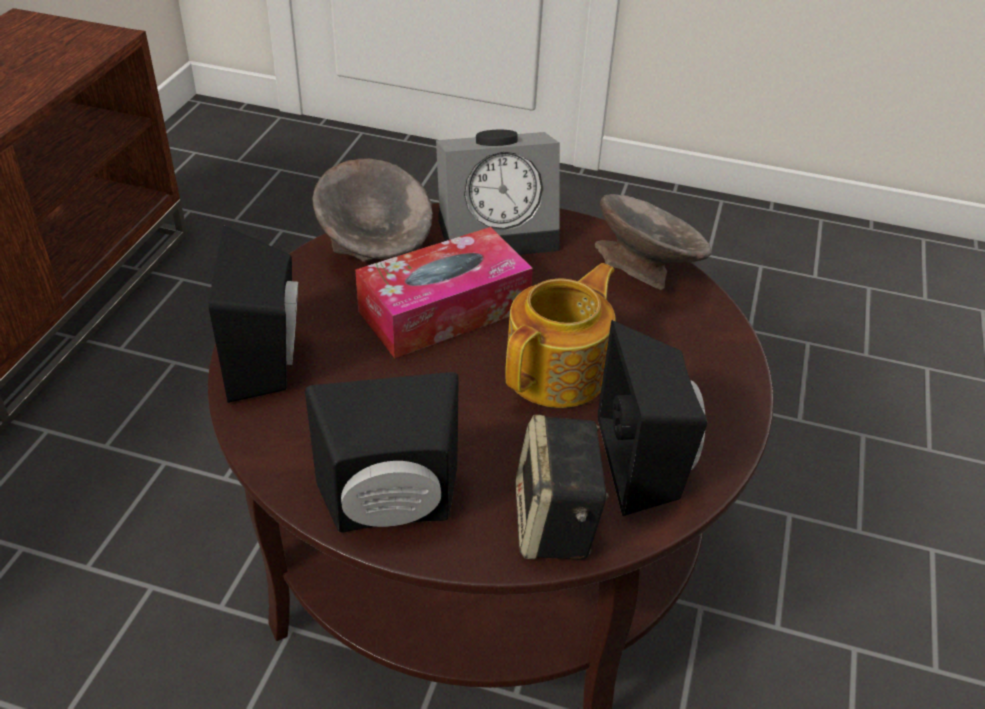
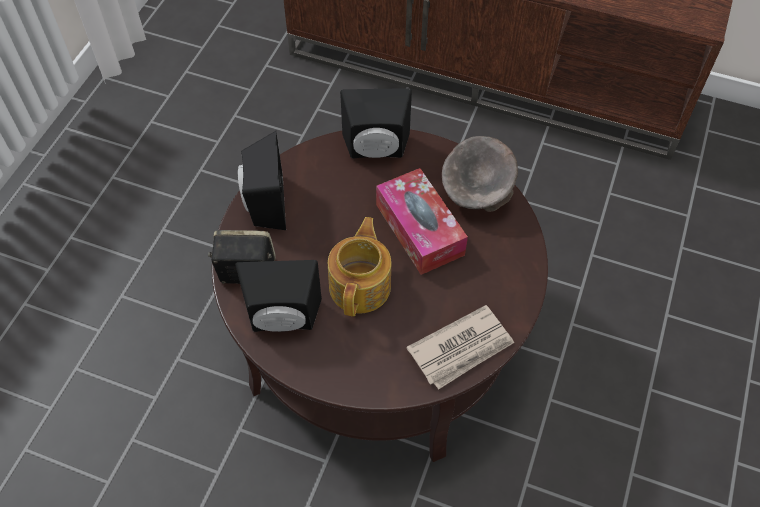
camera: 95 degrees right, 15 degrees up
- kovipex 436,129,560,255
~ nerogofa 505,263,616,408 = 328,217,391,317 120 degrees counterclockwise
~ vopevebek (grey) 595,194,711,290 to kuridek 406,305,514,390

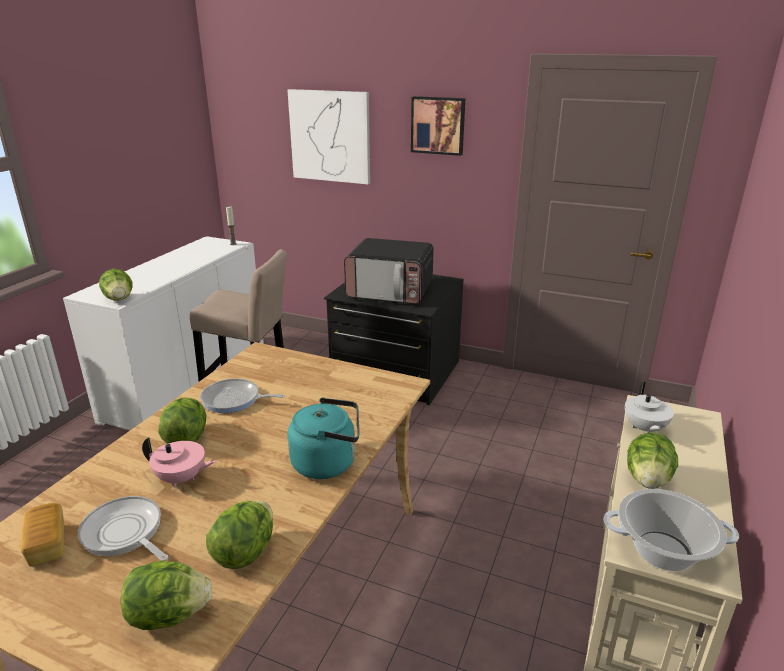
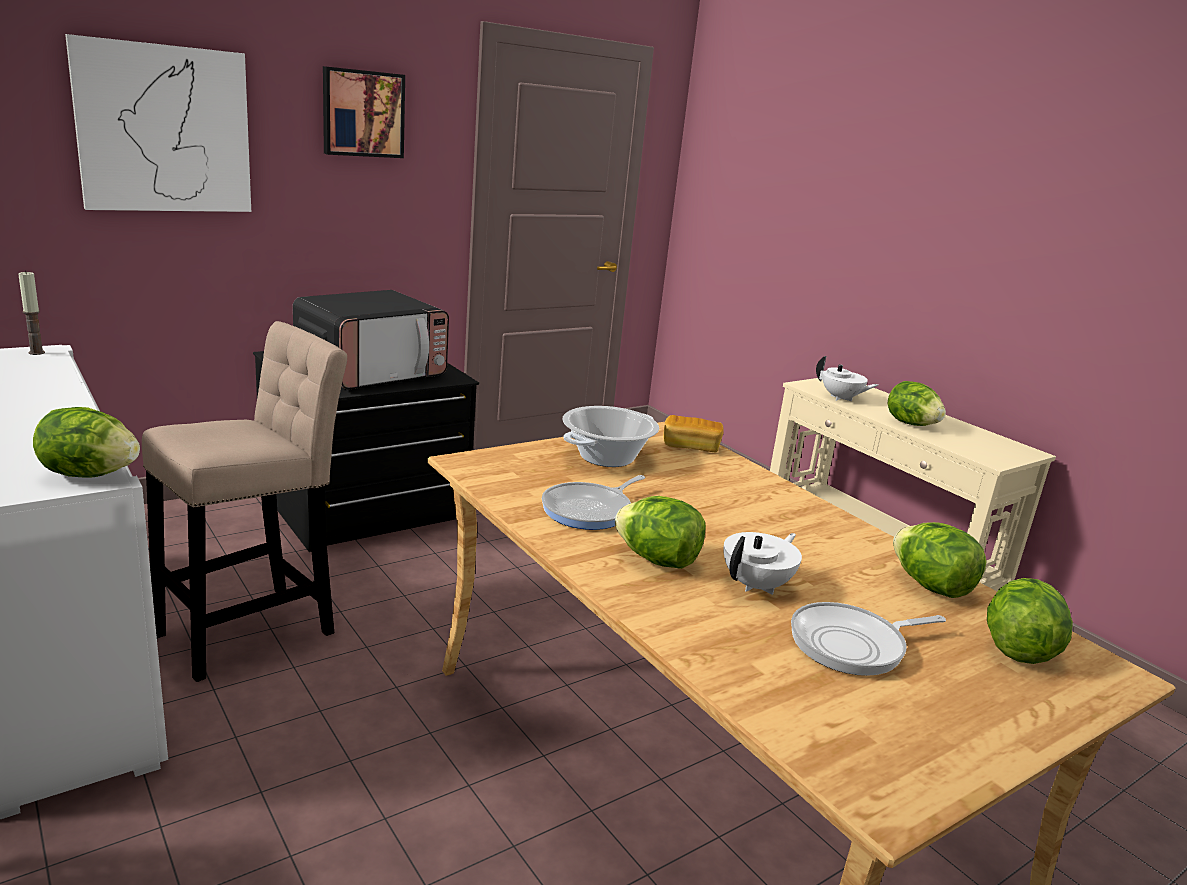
camera: 60 degrees left, 5 degrees down
~ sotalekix 20,503,64,567 to 664,415,724,452
~ nerogofa (pink) 142,437,216,487 to nerogofa (white) 723,532,802,595
- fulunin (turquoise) 288,398,360,479
~ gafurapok 604,489,739,571 to 562,406,659,467

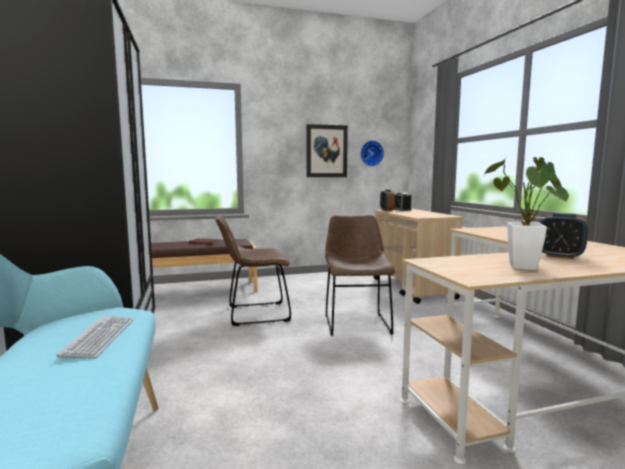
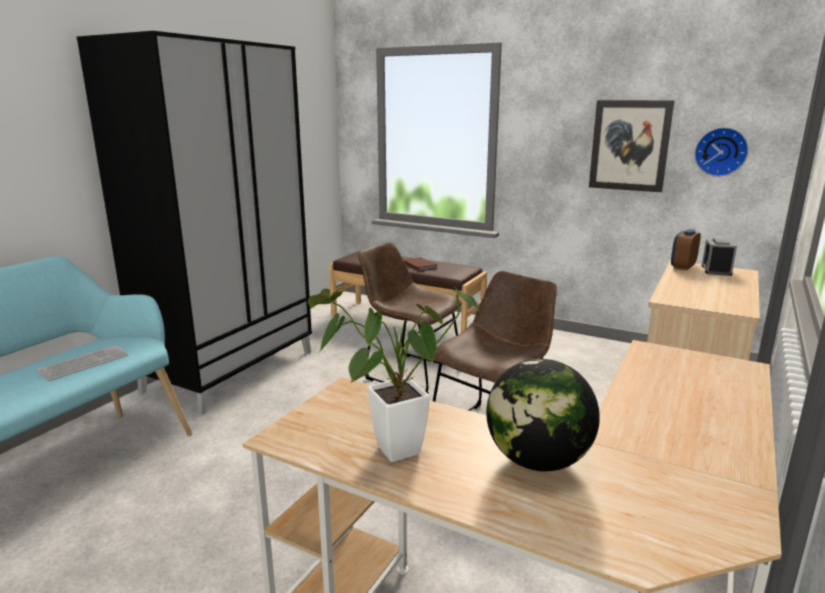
camera: 45 degrees right, 10 degrees up
~ kovipex 540,213,588,259 to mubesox 486,359,600,471

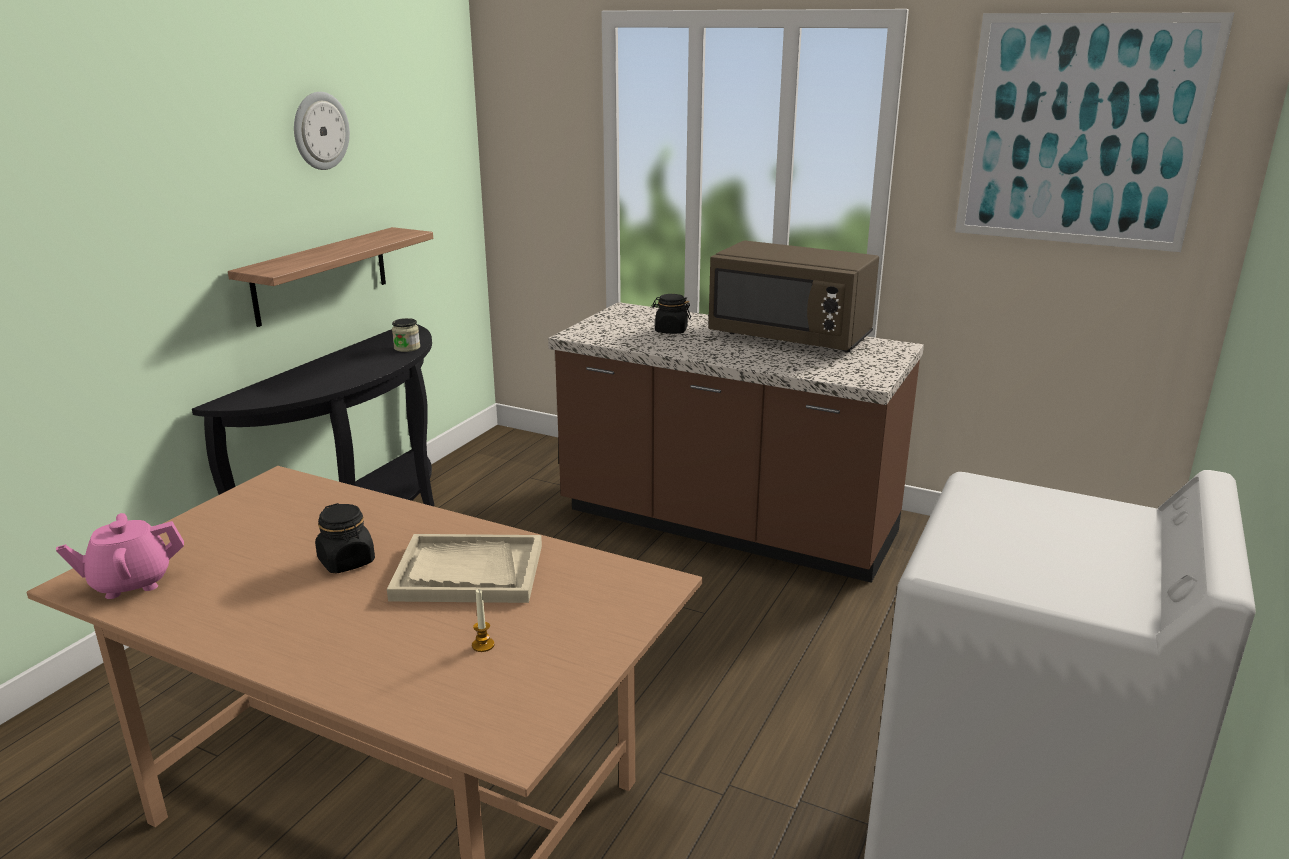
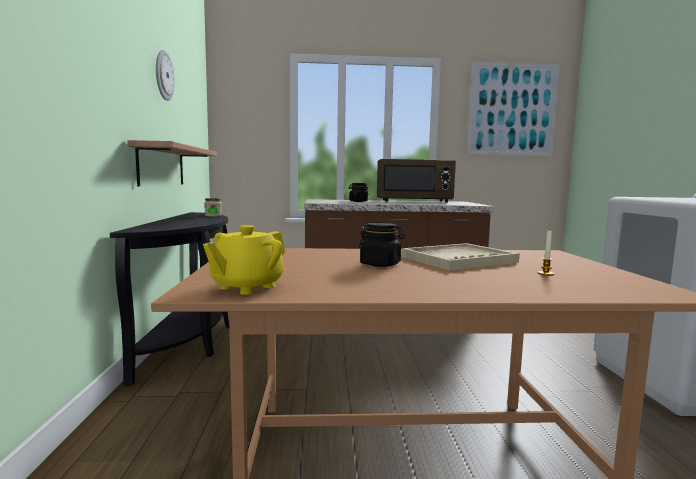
camera: 30 degrees left, 15 degrees down
~ nerogofa (pink) 56,513,184,599 to nerogofa (yellow) 203,225,285,295

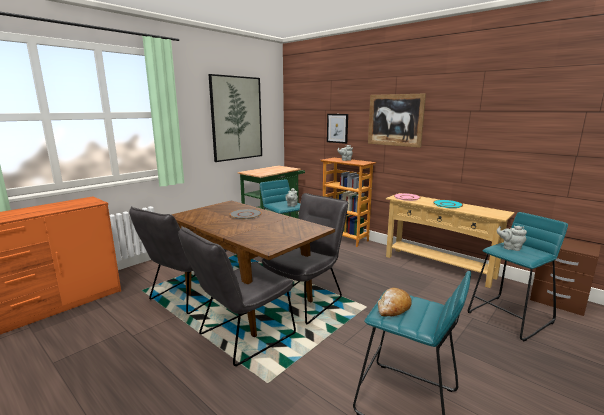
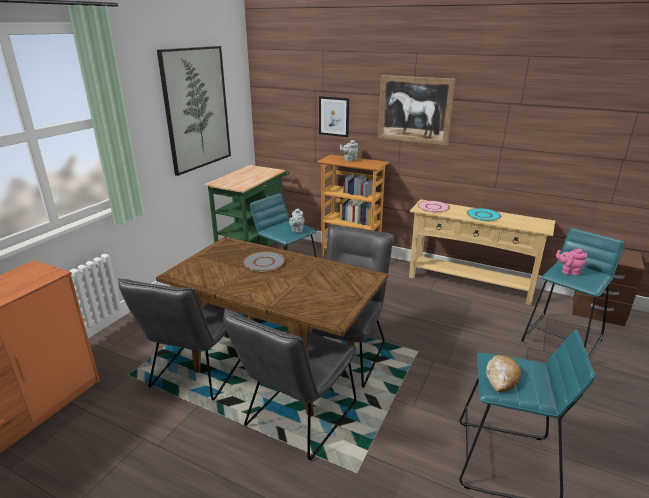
camera: 15 degrees left, 10 degrees up
~ nerogofa (grey) 497,226,527,251 to nerogofa (pink) 556,249,587,276

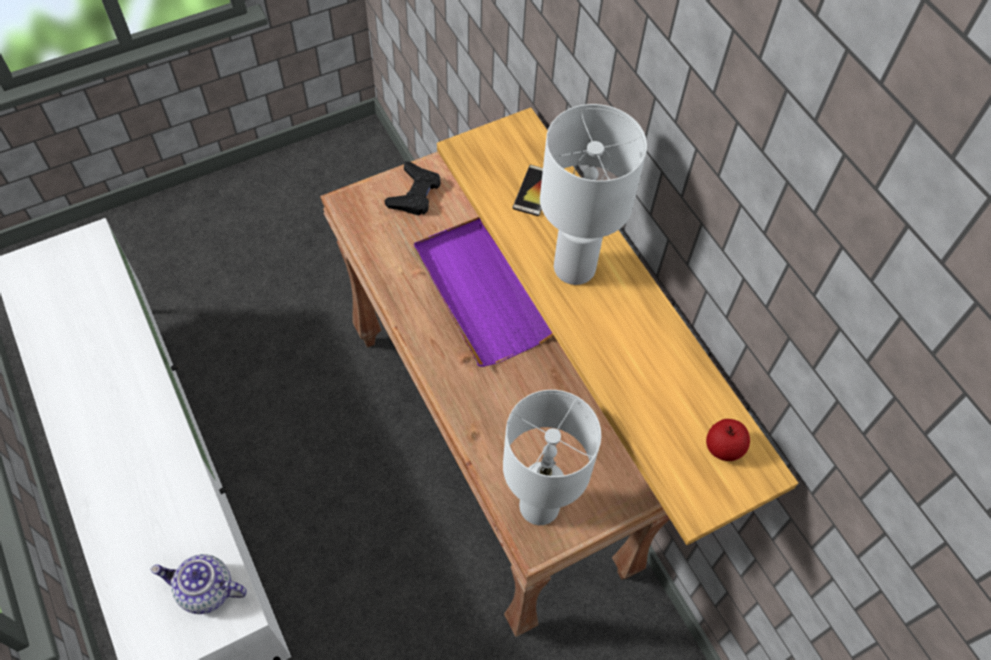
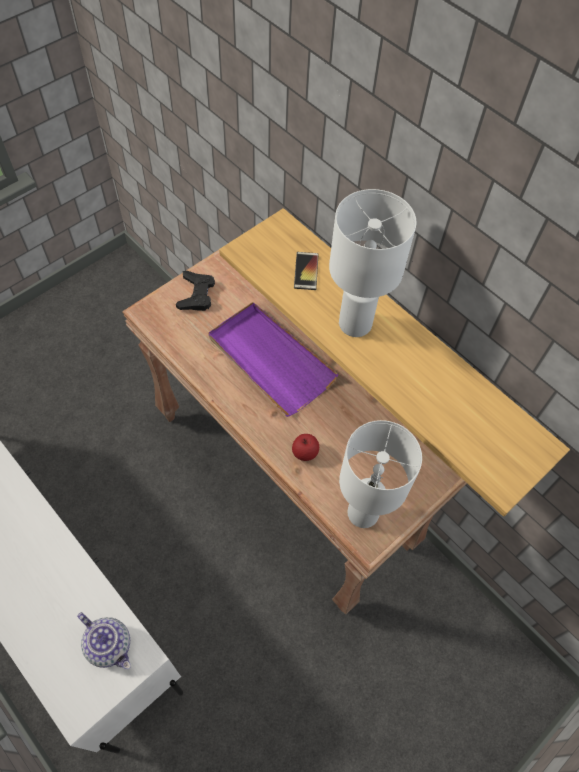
camera: 15 degrees left, 0 degrees up
~ nerogofa 150,554,247,614 = 77,612,131,669 135 degrees counterclockwise
~ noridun 706,419,750,461 to 292,434,319,461

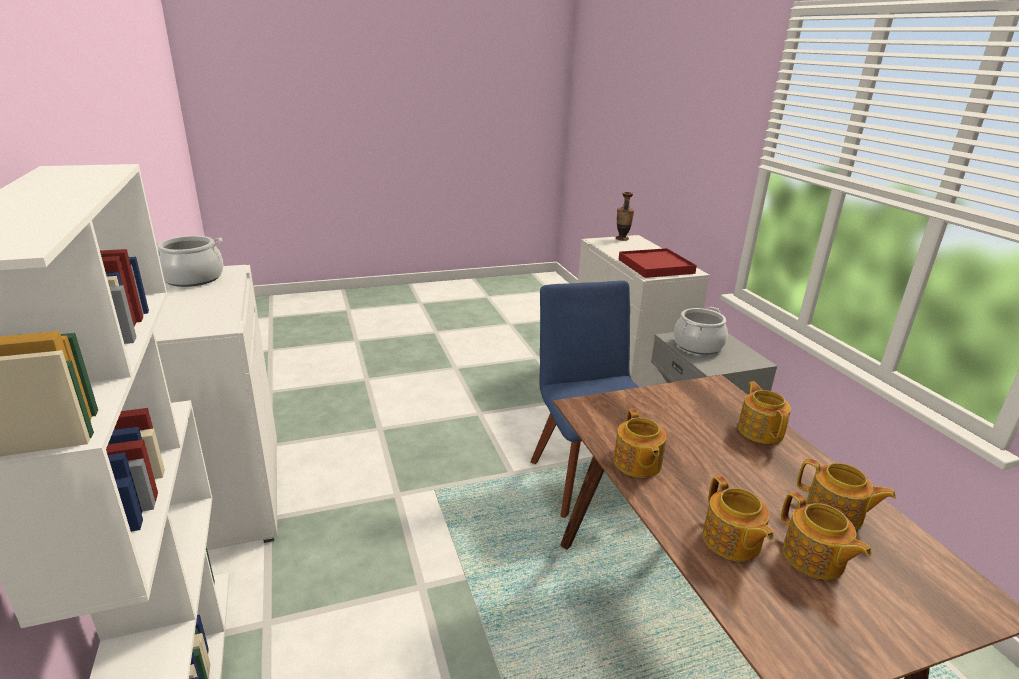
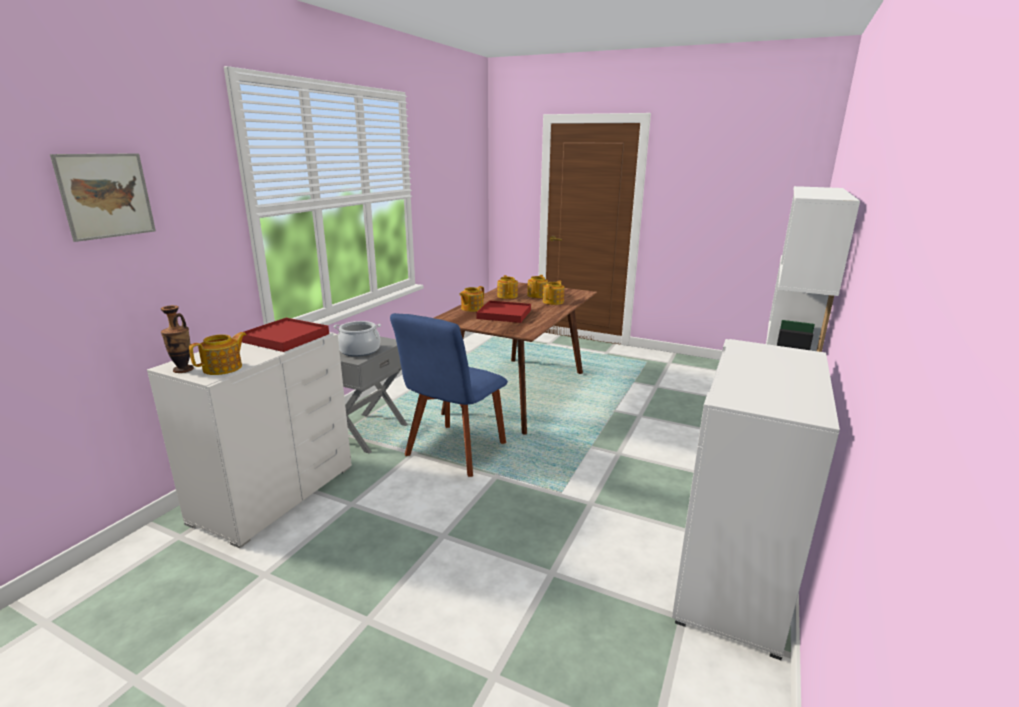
camera: 135 degrees left, 5 degrees down
- gafurapok 156,236,223,287
~ nerogofa 614,409,666,478 to 189,332,246,375
+ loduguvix 50,153,156,242
+ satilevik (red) 476,301,531,323

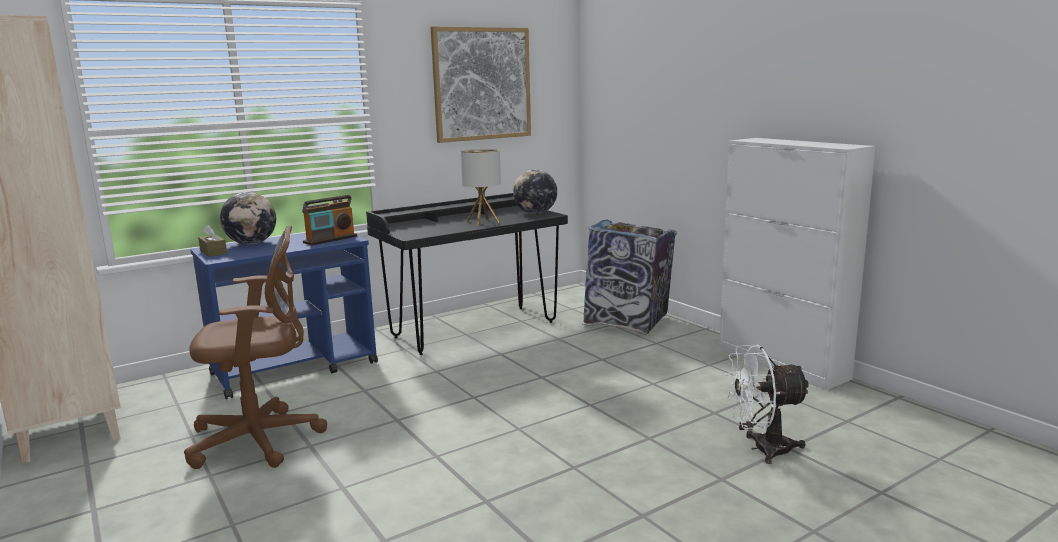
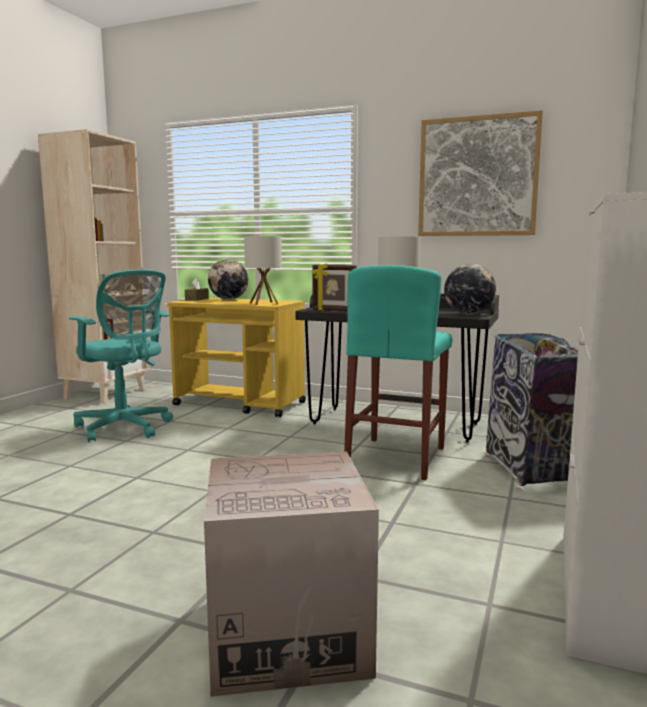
camera: 55 degrees right, 5 degrees down
~ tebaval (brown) 184,225,327,469 to tebaval (turquoise) 69,270,173,442
~ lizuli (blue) 190,233,378,399 to lizuli (yellow) 167,298,306,418
~ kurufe 302,195,357,246 to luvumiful 244,236,282,305
~ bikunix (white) 726,344,811,464 to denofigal 204,452,379,697
+ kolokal 312,263,357,311
+ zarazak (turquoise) 344,265,452,480

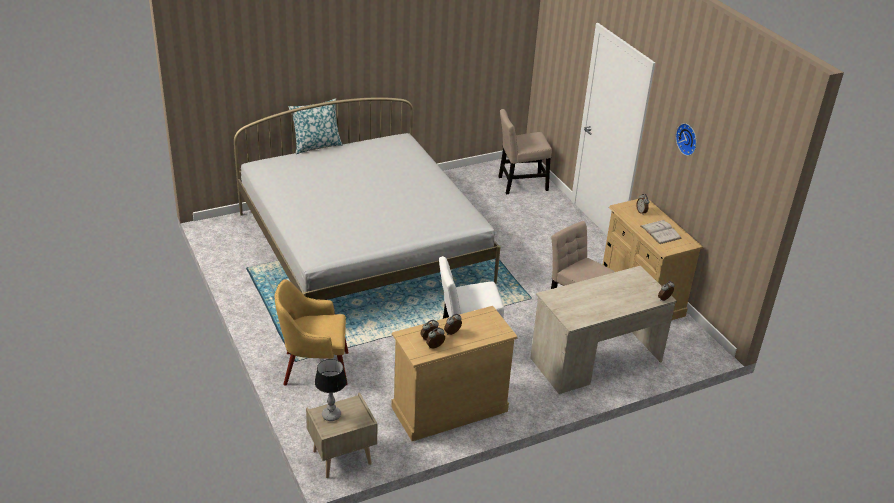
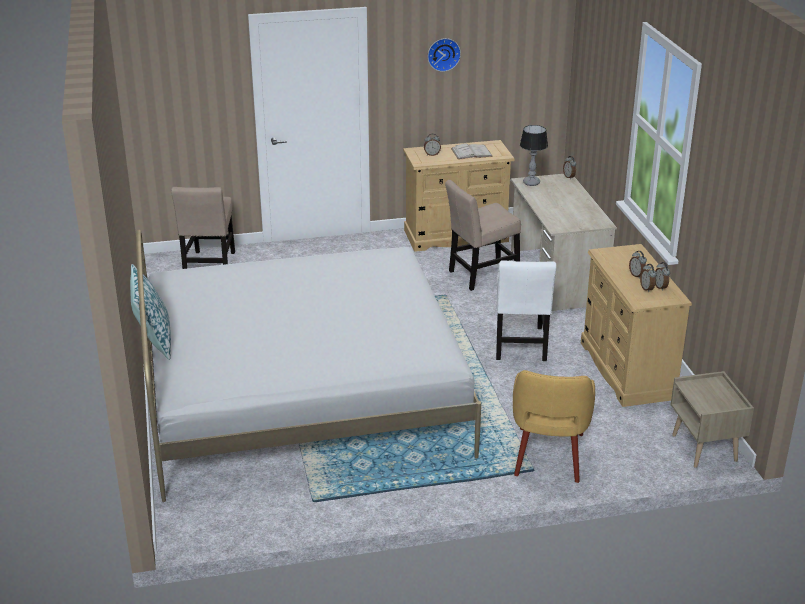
camera: 75 degrees left, 5 degrees down
~ luvumiful 314,359,347,421 to 520,125,548,186

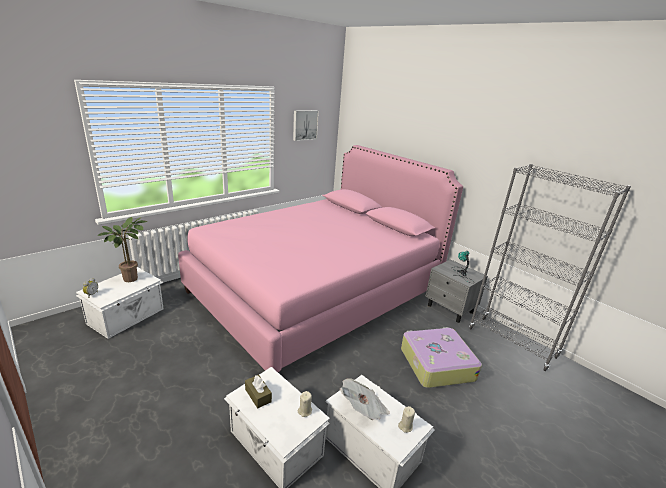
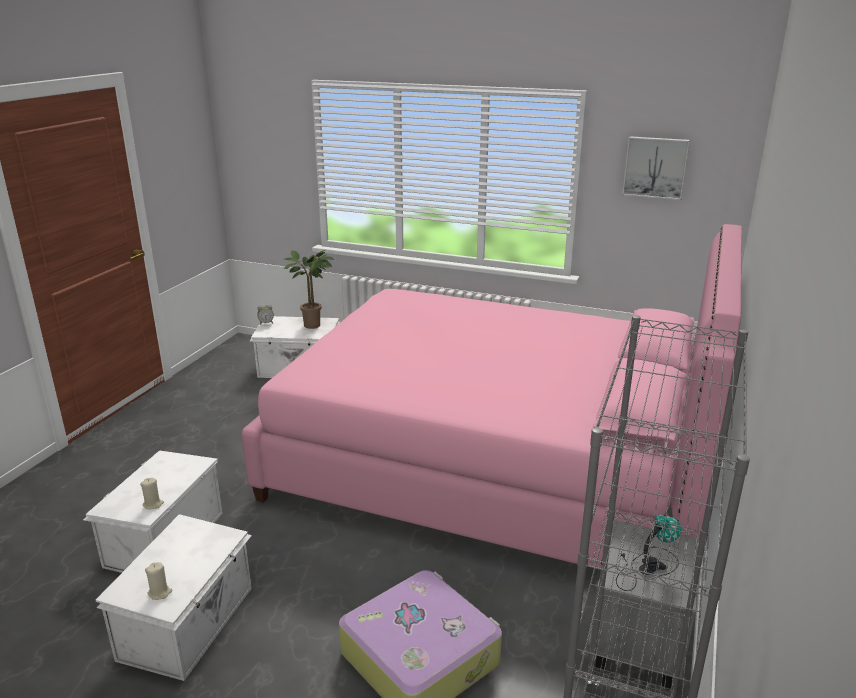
camera: 65 degrees right, 0 degrees up
- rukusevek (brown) 245,375,272,409
- kuridek 340,378,390,420

